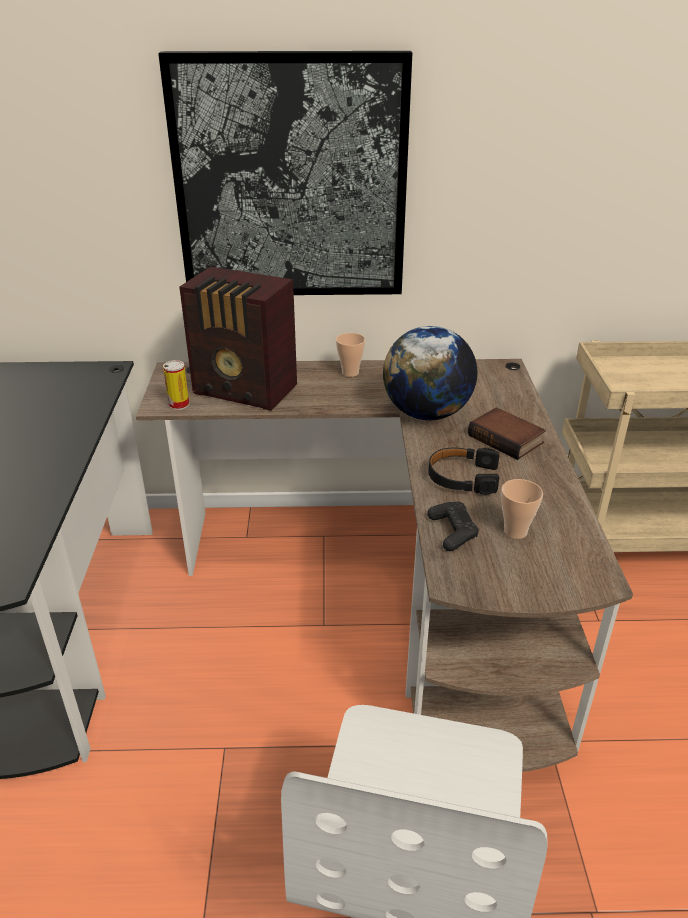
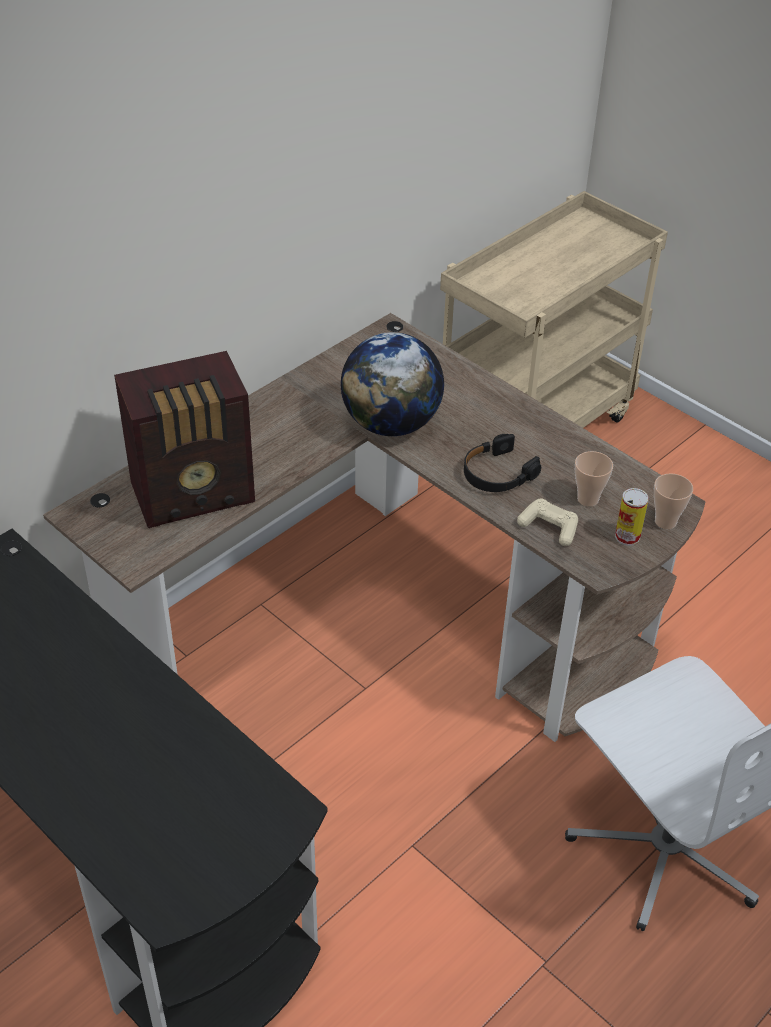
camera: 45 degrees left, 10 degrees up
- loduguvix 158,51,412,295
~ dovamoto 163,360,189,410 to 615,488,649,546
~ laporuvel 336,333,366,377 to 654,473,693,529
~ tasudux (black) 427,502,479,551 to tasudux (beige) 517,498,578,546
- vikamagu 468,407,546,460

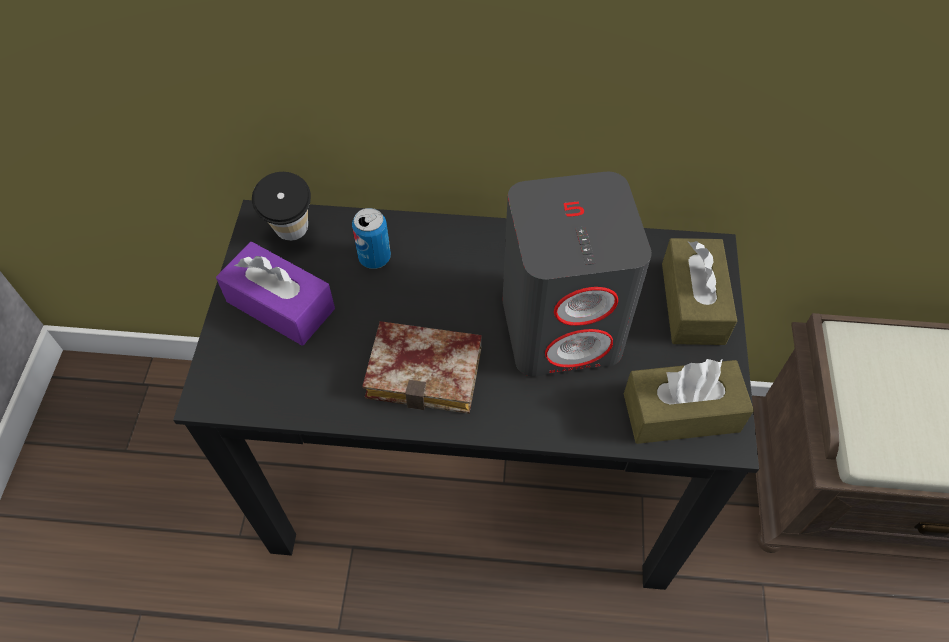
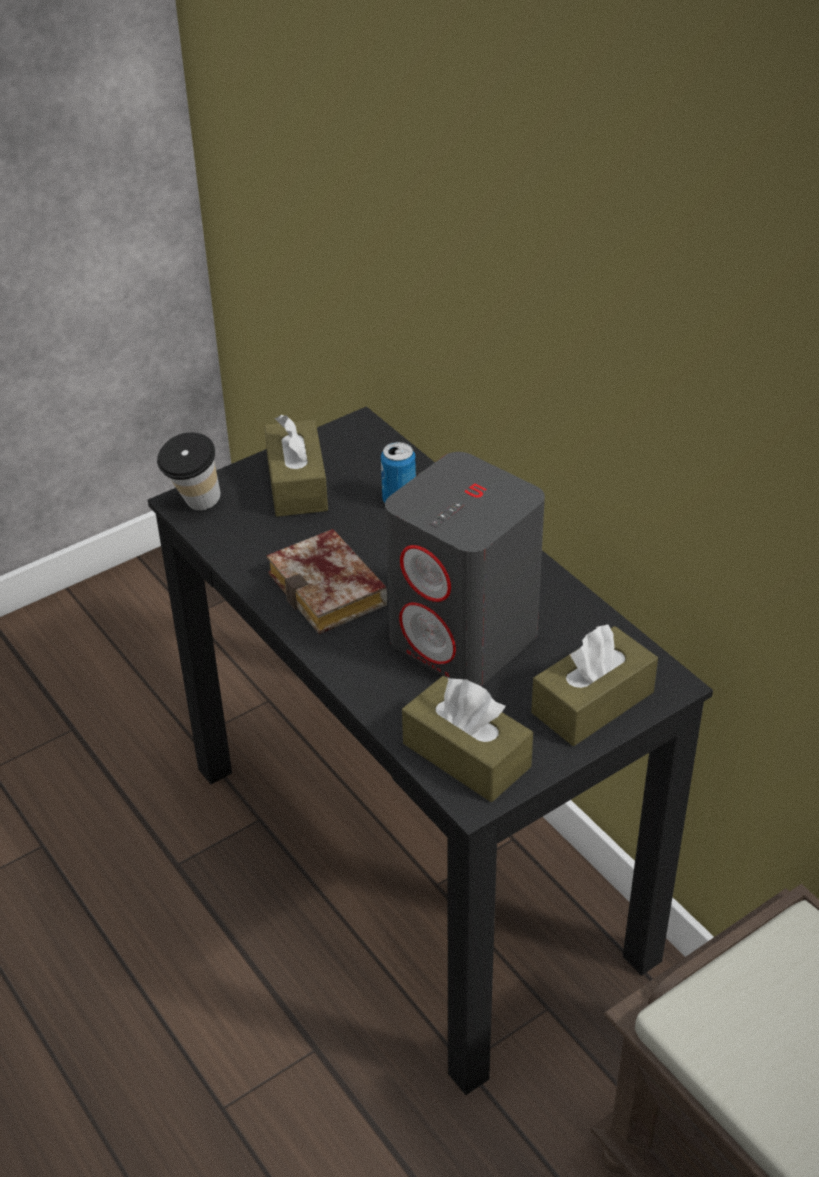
camera: 50 degrees right, 15 degrees down
~ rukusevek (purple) 216,242,335,346 to rukusevek (brown) 264,415,328,517
~ laporuvel 252,172,311,241 to 157,432,221,510

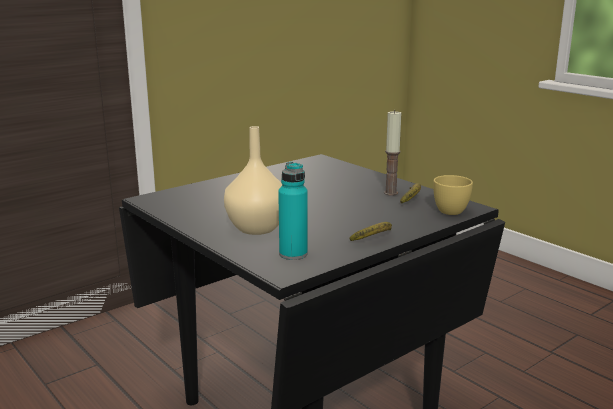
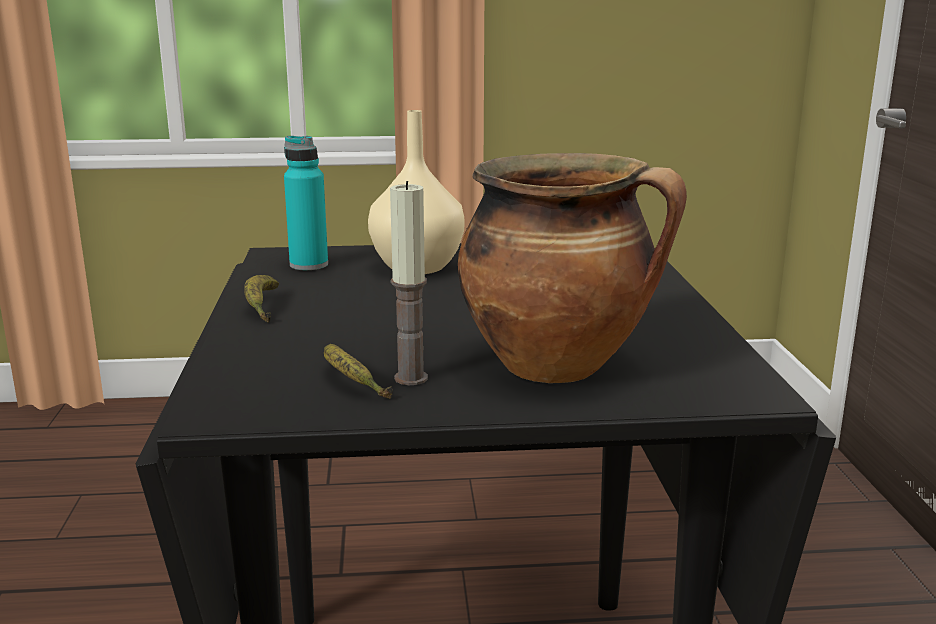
camera: 125 degrees right, 0 degrees up
- laporuvel (yellow) 433,175,473,215
+ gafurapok 458,153,687,383

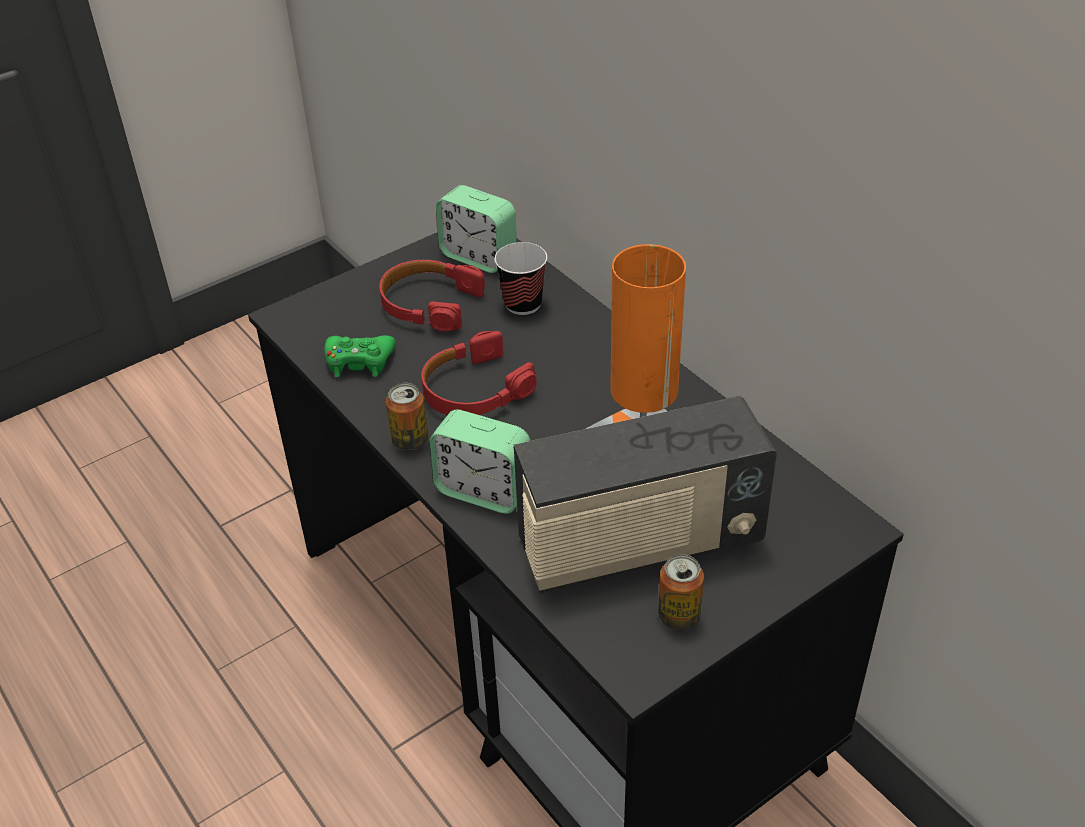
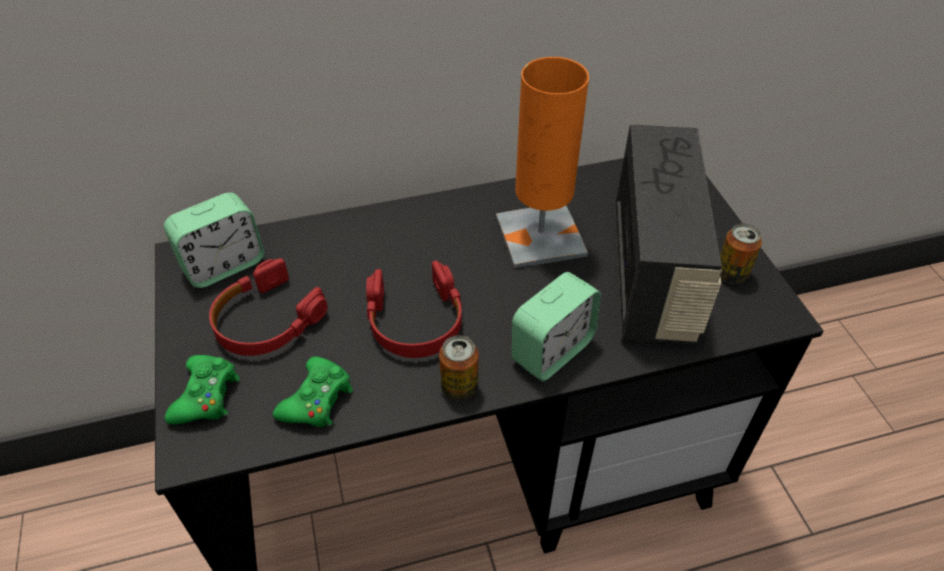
camera: 70 degrees left, 5 degrees up
- laporuvel 495,242,547,315
+ tasudux (green) 165,355,240,425

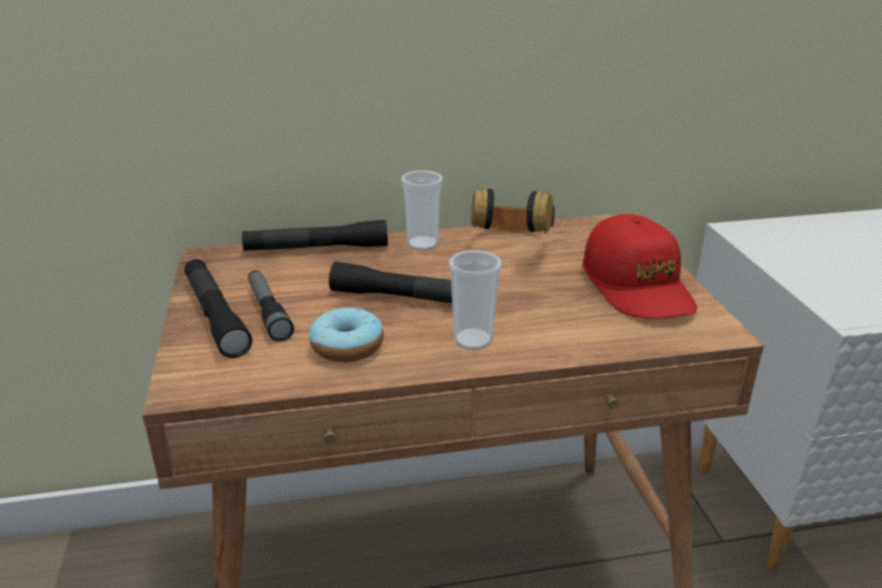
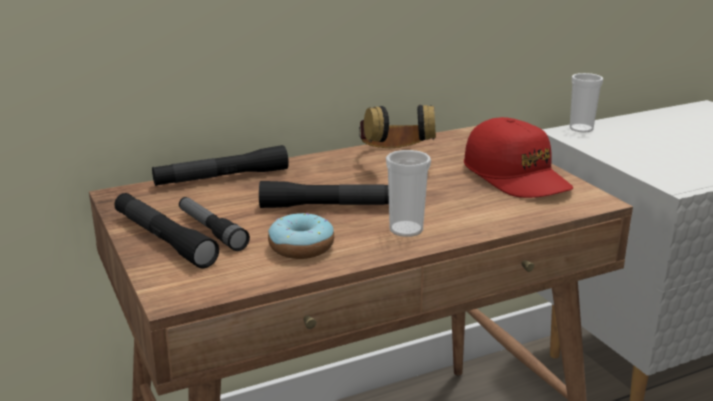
camera: 15 degrees left, 5 degrees down
~ laporuvel 401,170,443,251 to 570,73,603,133

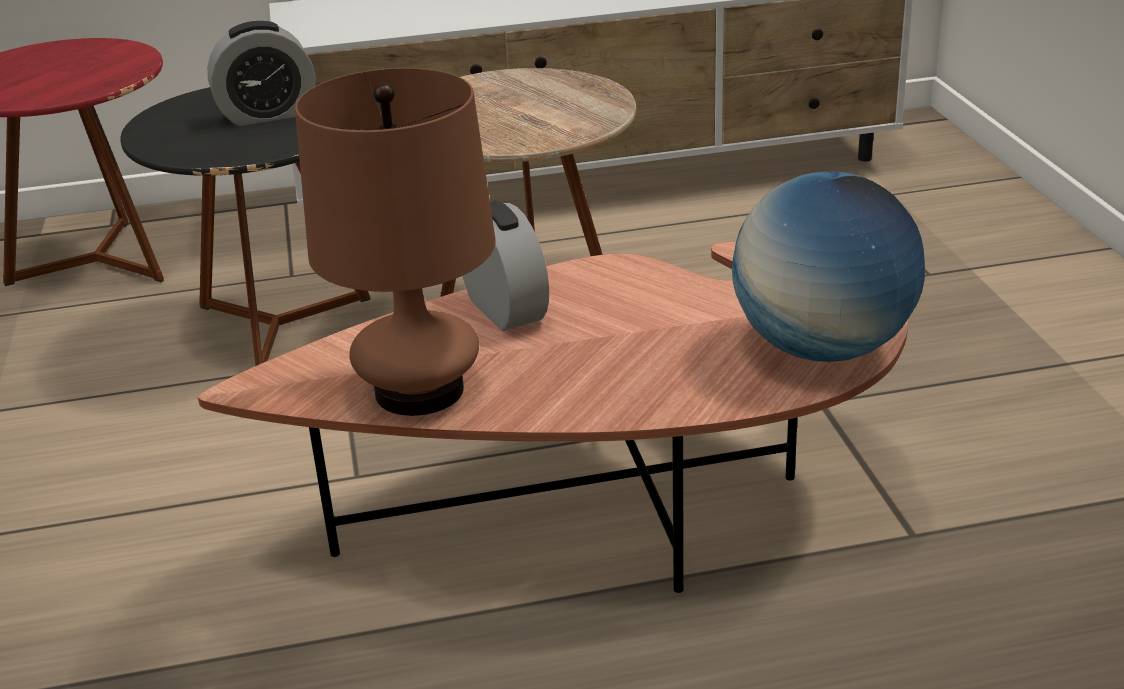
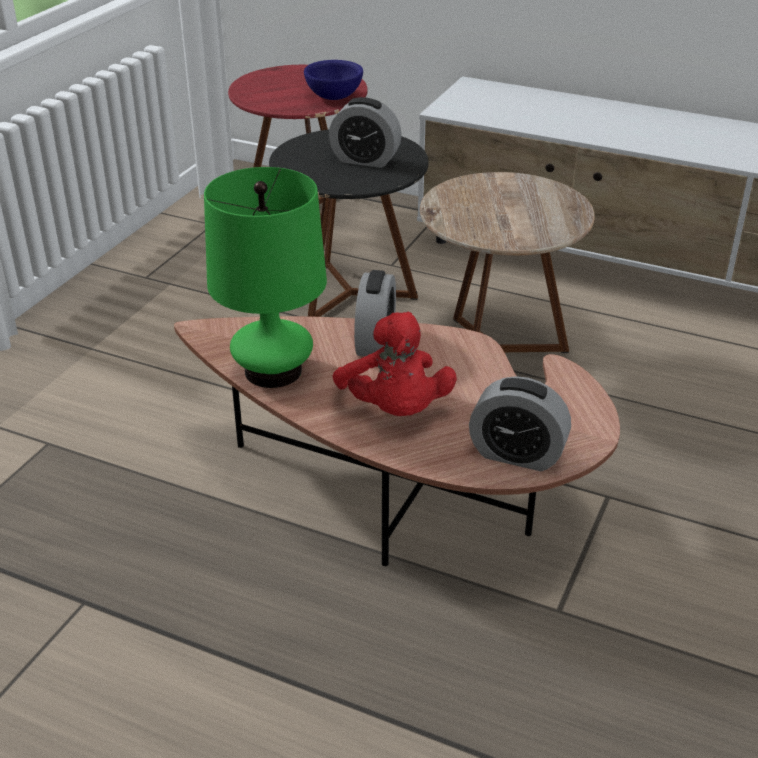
camera: 35 degrees right, 5 degrees up
~ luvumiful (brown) 295,68,496,416 to luvumiful (green) 204,167,327,388
~ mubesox 732,171,925,362 to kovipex 469,376,571,471
+ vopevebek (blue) 304,60,363,100
+ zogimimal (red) 332,312,457,416

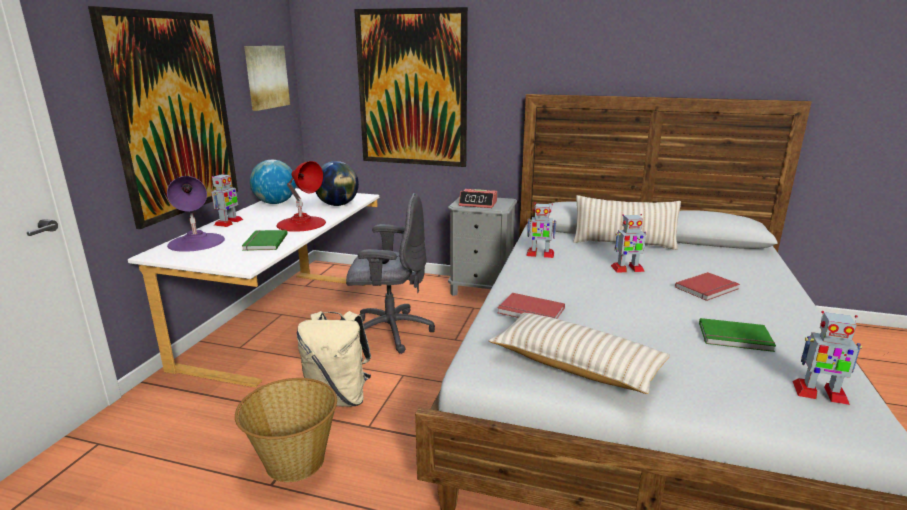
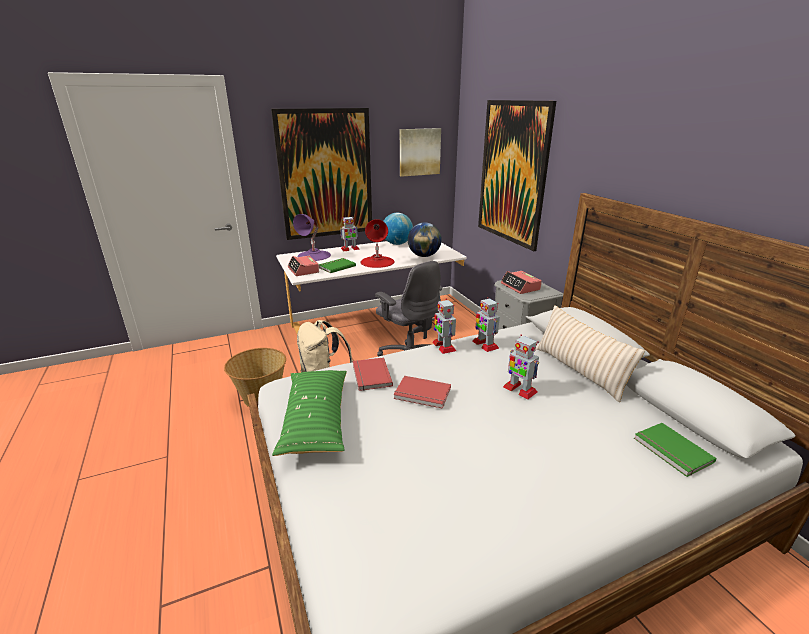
camera: 50 degrees right, 5 degrees up
~ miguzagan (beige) 488,313,670,394 to miguzagan (green) 272,370,347,456
~ vikamagu (red) 675,272,740,301 to 393,376,451,409
~ vikamagu (green) 699,318,776,352 to 634,423,716,477
~ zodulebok 792,311,862,405 to 432,298,456,354
+ kovipex 288,256,319,276

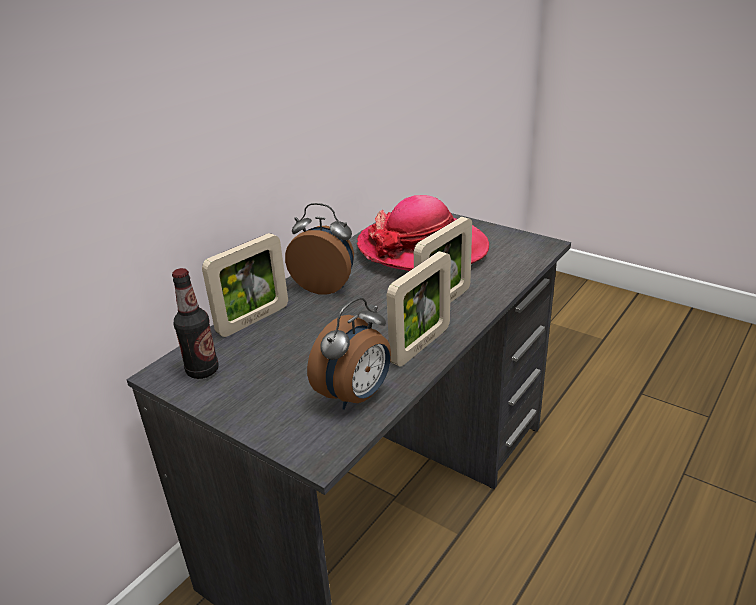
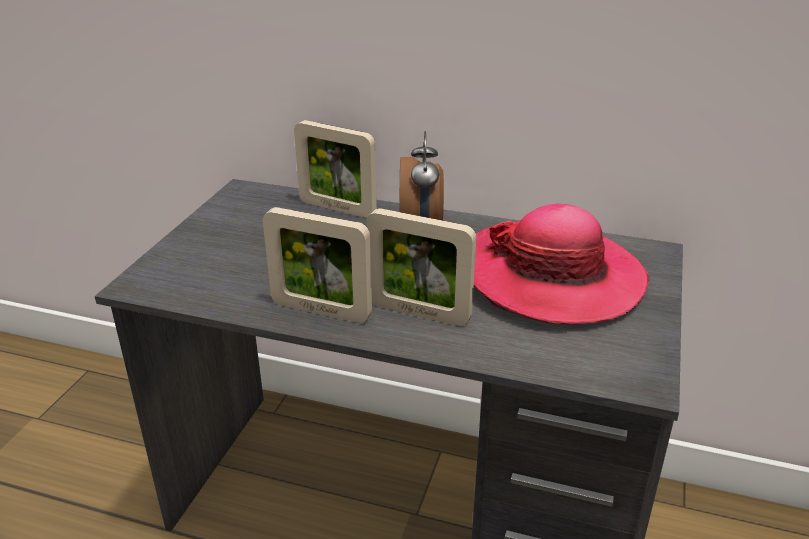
camera: 70 degrees right, 0 degrees up
- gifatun 172,268,218,379
- kovipex 307,297,391,410

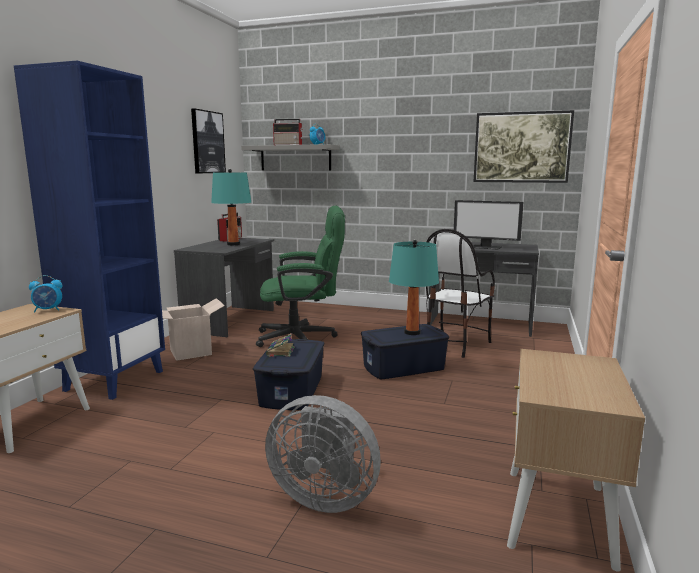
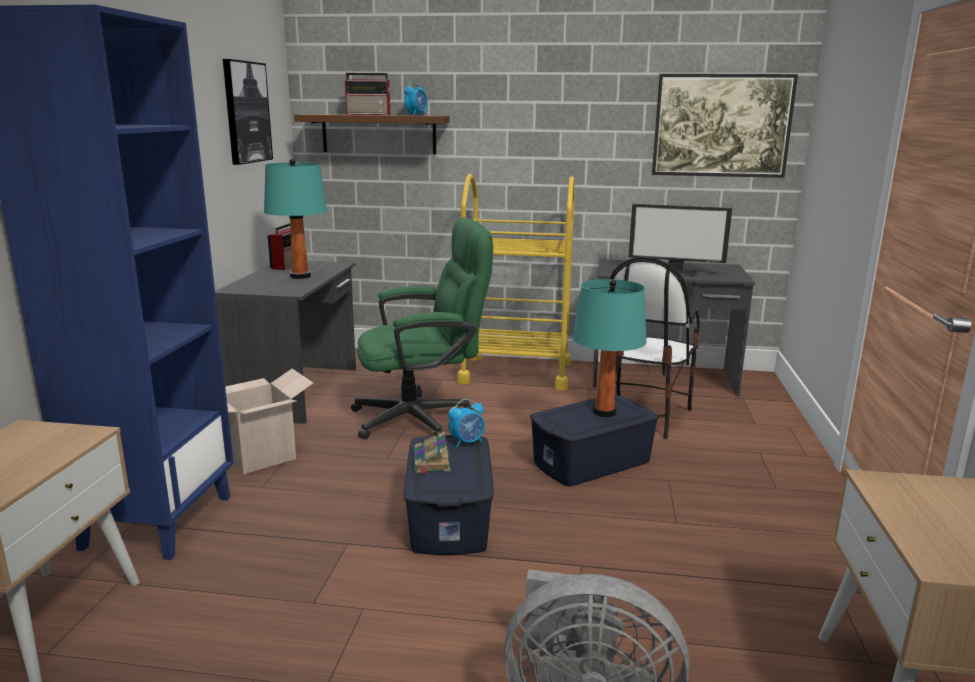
camera: 10 degrees left, 5 degrees up
~ kovipex 29,275,62,313 to 448,399,485,447
~ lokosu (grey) 241,144,340,170 to lokosu (brown) 294,114,449,154
+ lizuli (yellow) 457,174,575,390

